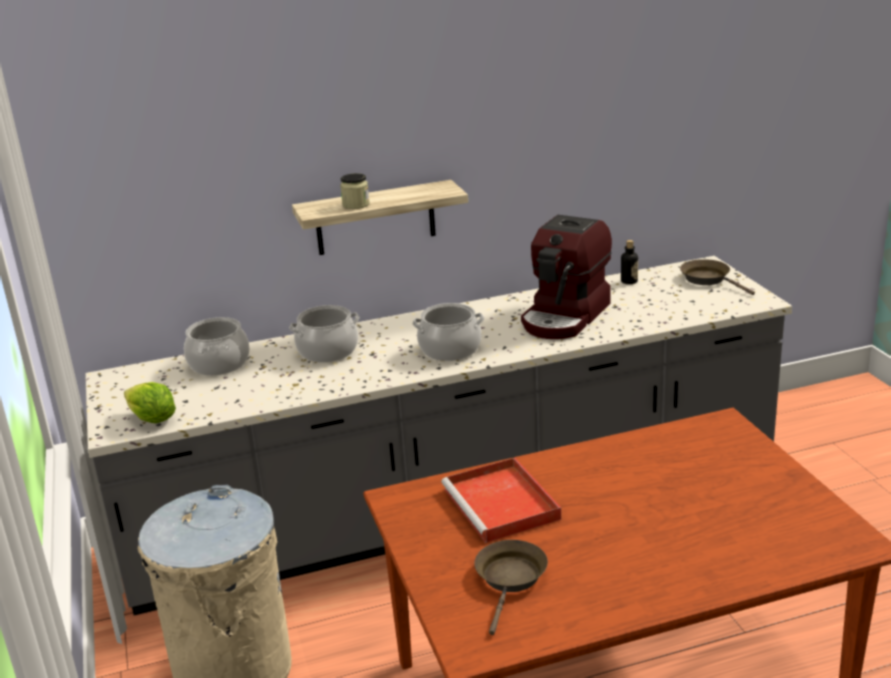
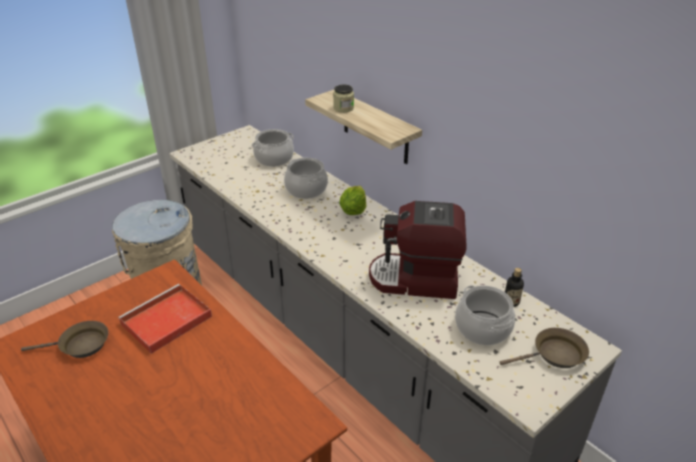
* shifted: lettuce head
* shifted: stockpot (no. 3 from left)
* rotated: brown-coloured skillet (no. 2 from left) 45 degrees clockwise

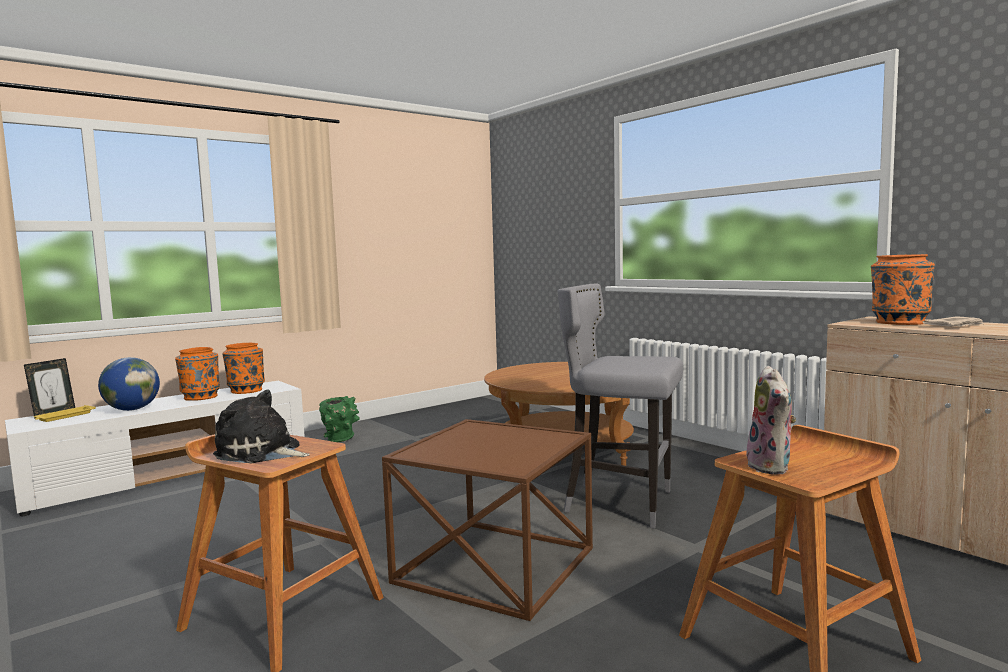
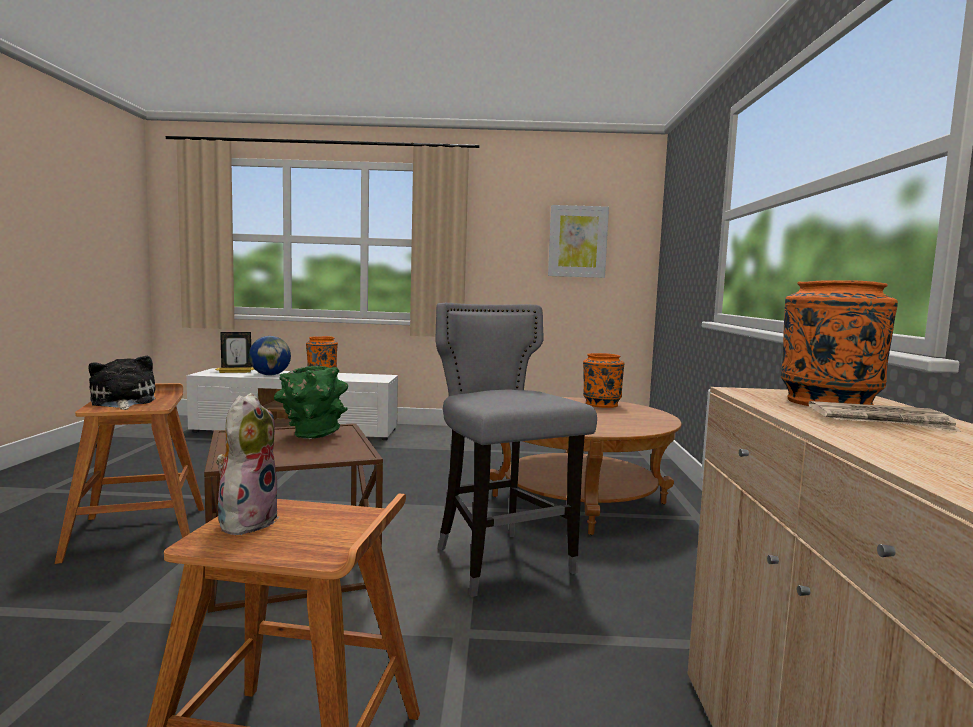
* new: wall art
* shifted: orange-coloured flower vase (no. 2 from left)
* shifted: green flower vase
* rotated: plush toy (no. 2 from left) 150 degrees clockwise

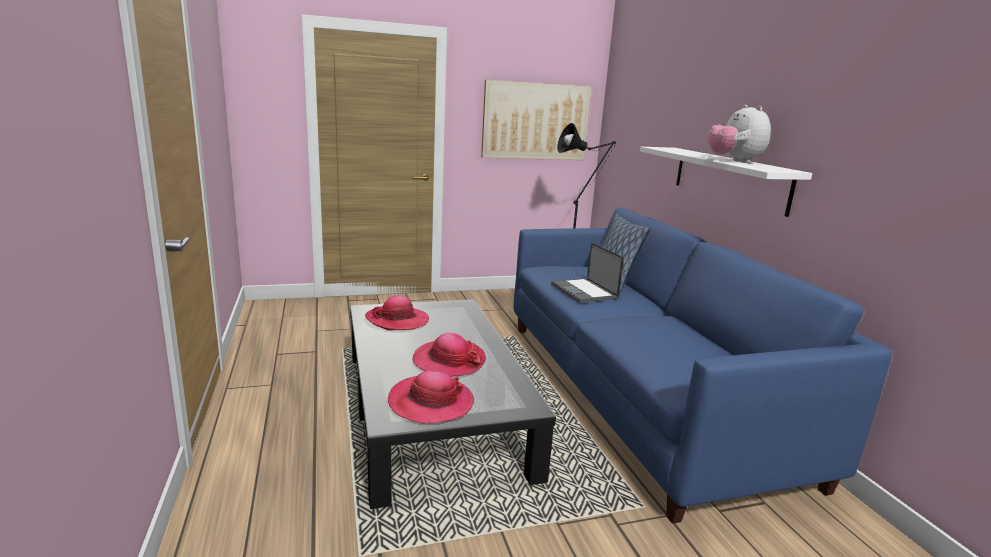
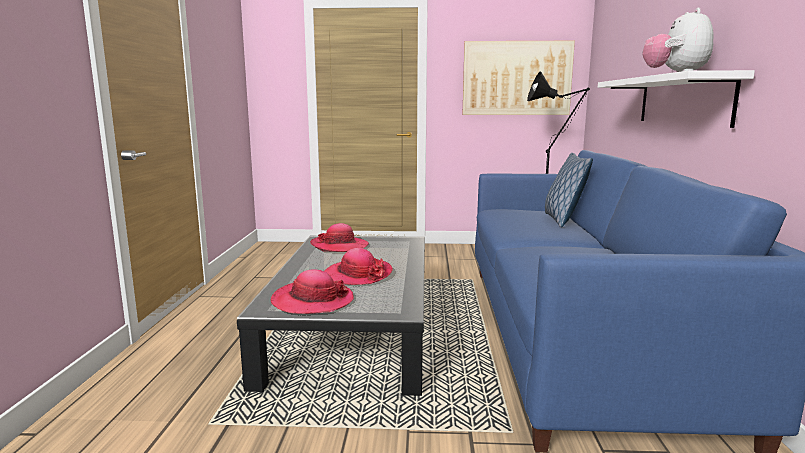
* gone: laptop

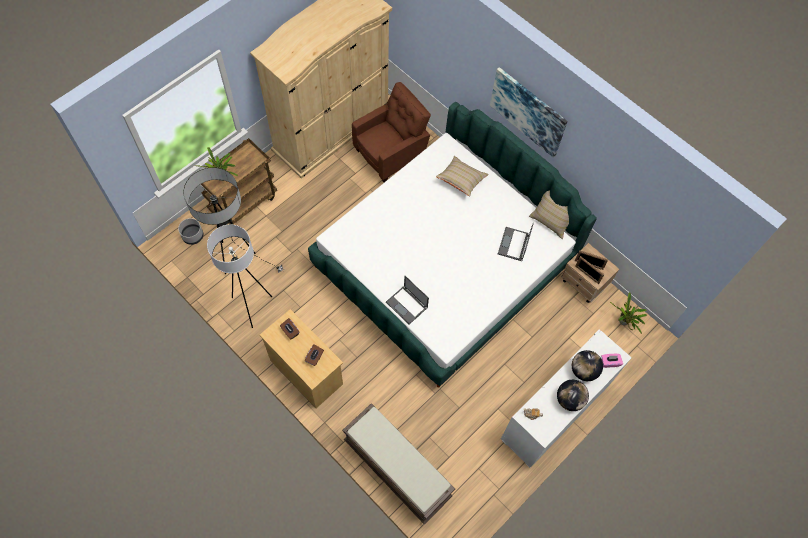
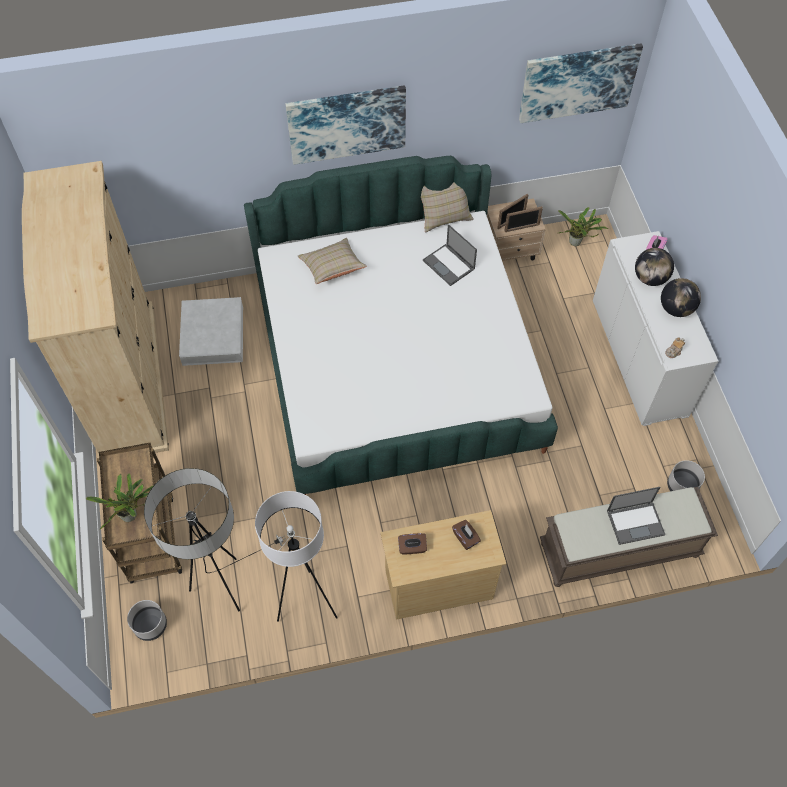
* new: wall art (no. 2 from left)
* new: grey plant pot (no. 2 from left)
* shifted: laptop (no. 1 from left in the first image) to laptop (no. 2 from left)
* swapped: brown-coloured armchair to white-coloured storage box

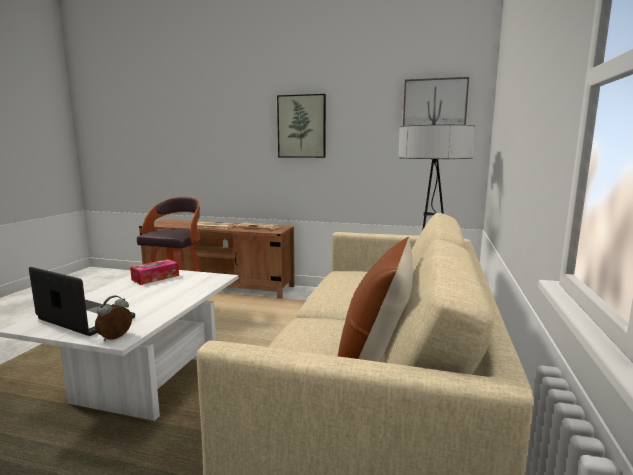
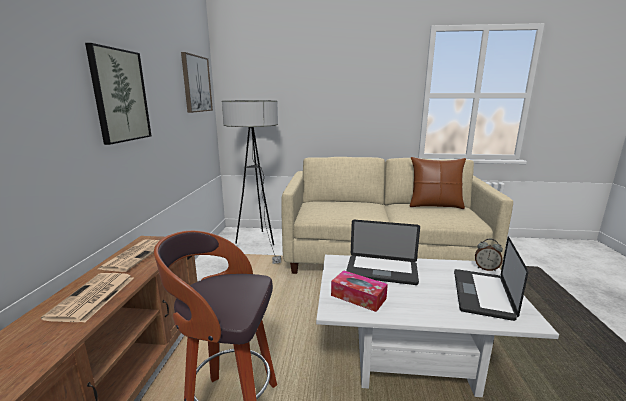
* new: laptop (no. 1 from left)

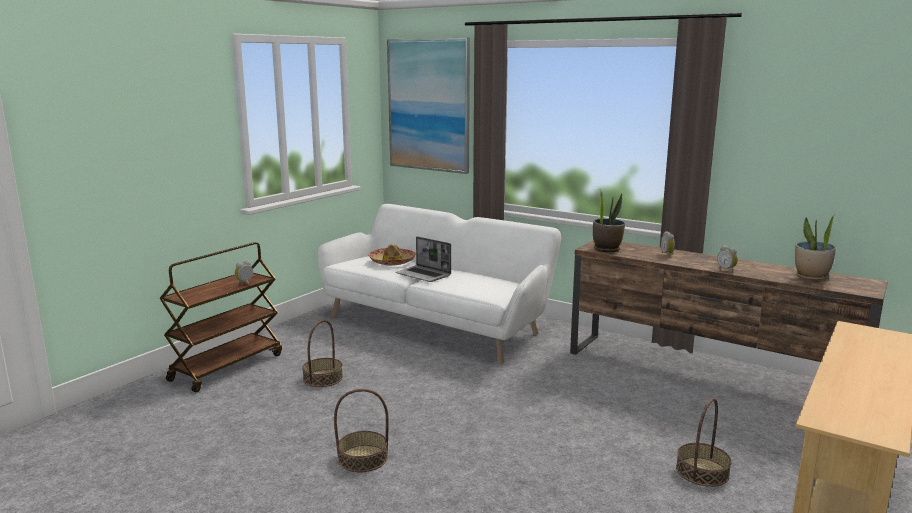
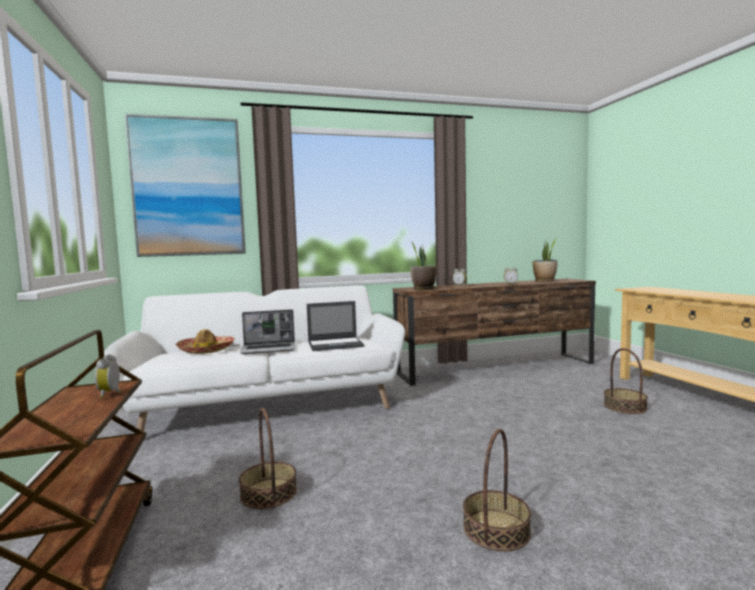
* new: laptop (no. 2 from left)

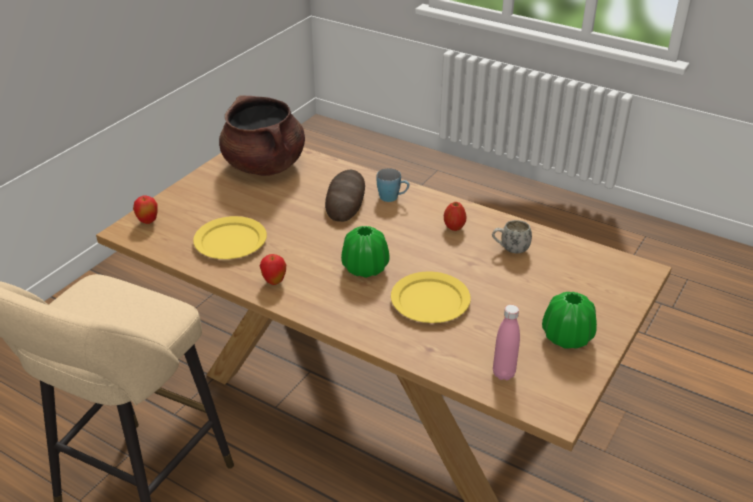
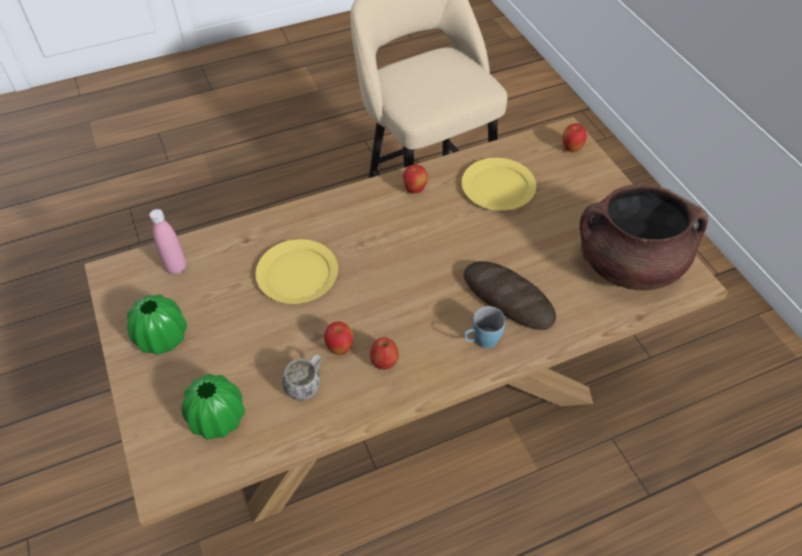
* new: apple fruit (no. 1 from left)
* shifted: green flower vase (no. 1 from left in the first image) to green flower vase (no. 2 from left)

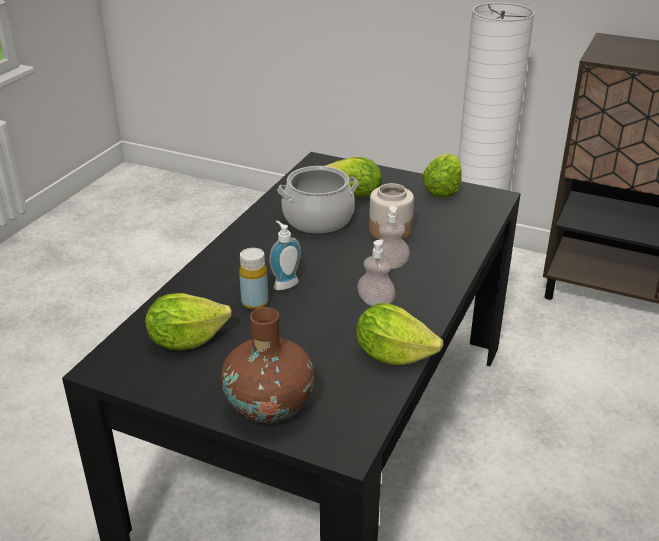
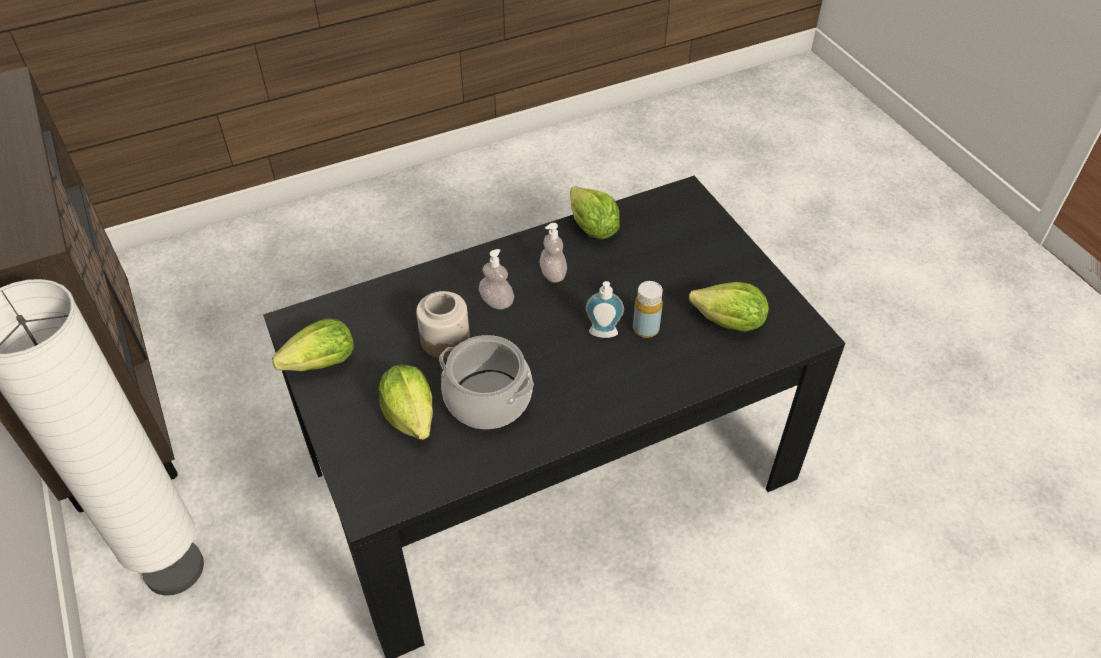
* gone: brown-coloured flower vase

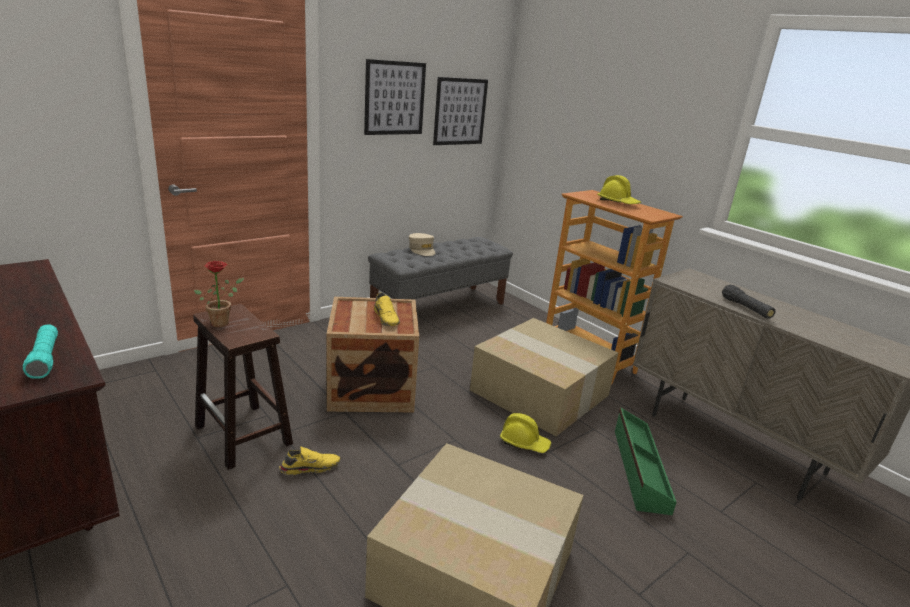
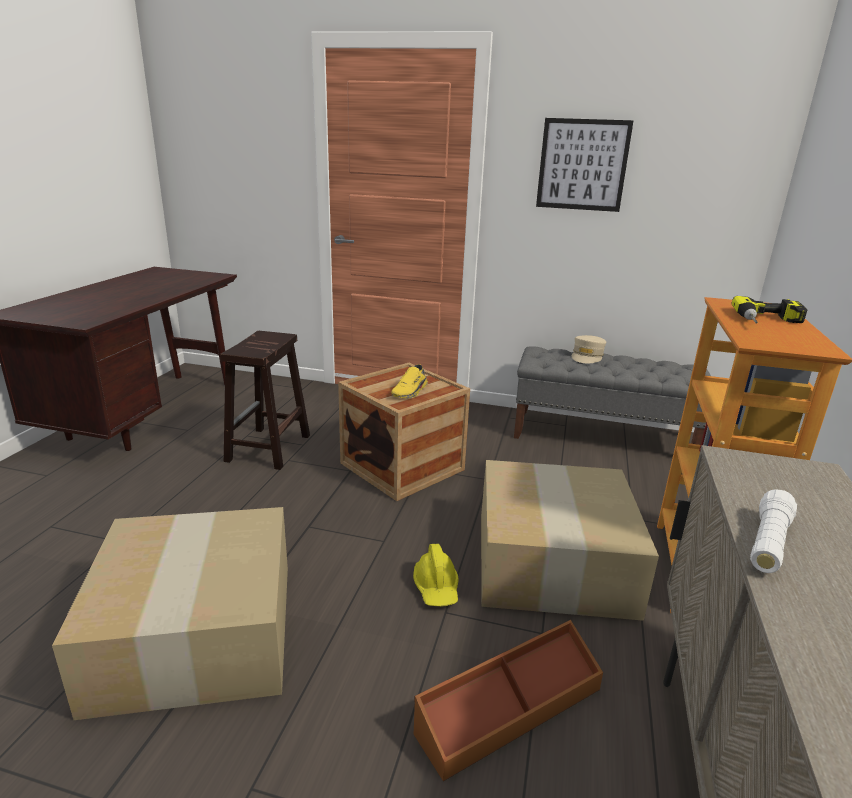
* gone: turquoise-coloured hand torch
* gone: potted plant
* gone: yellow shoe (no. 1 from left)
* gone: wall art (no. 2 from left)
* swapped: yellow hard hat (no. 2 from left) to drill
* repainted: green storage box to brown-coloured storage box
* repainted: blackish hand torch to white-coloured hand torch

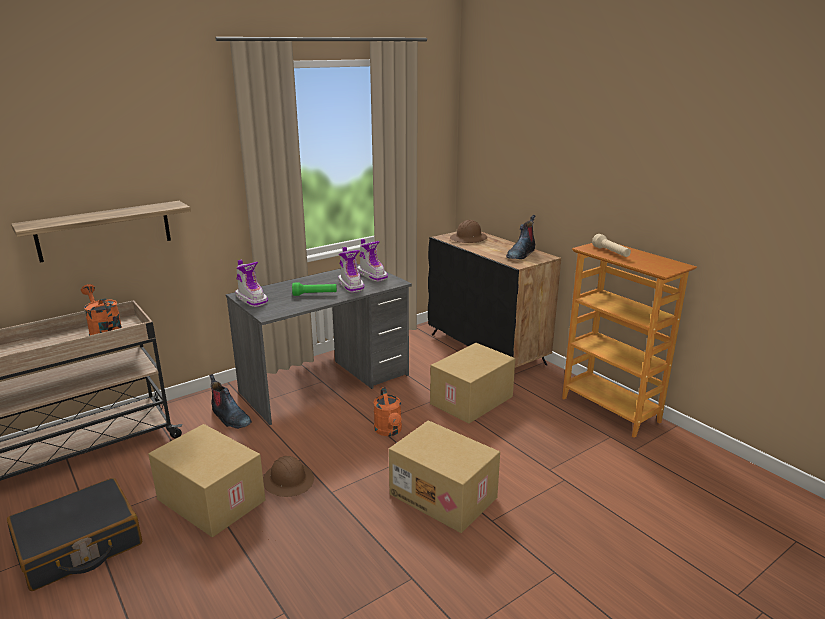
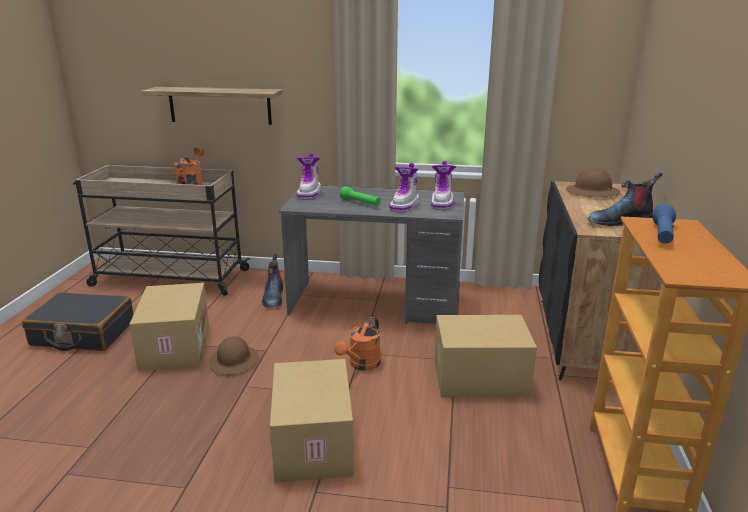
* repainted: beige hand torch to blue hand torch

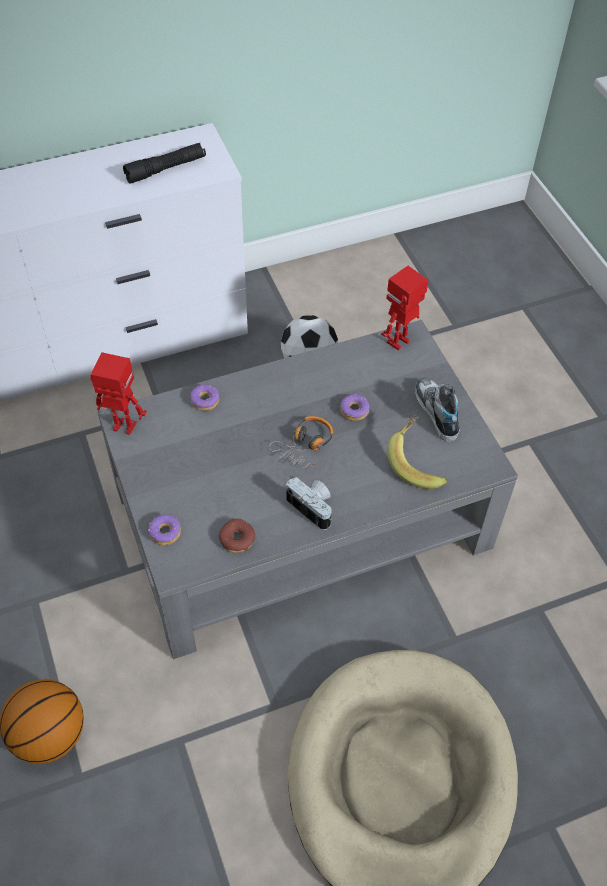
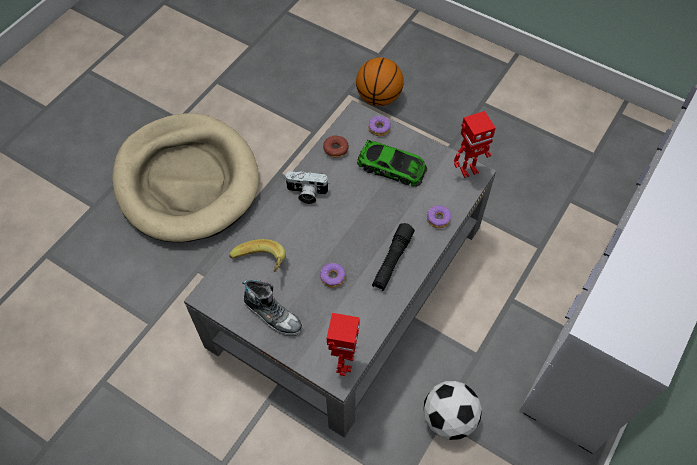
* gone: headphones
* new: miniature car
* shifted: blackish hand torch

